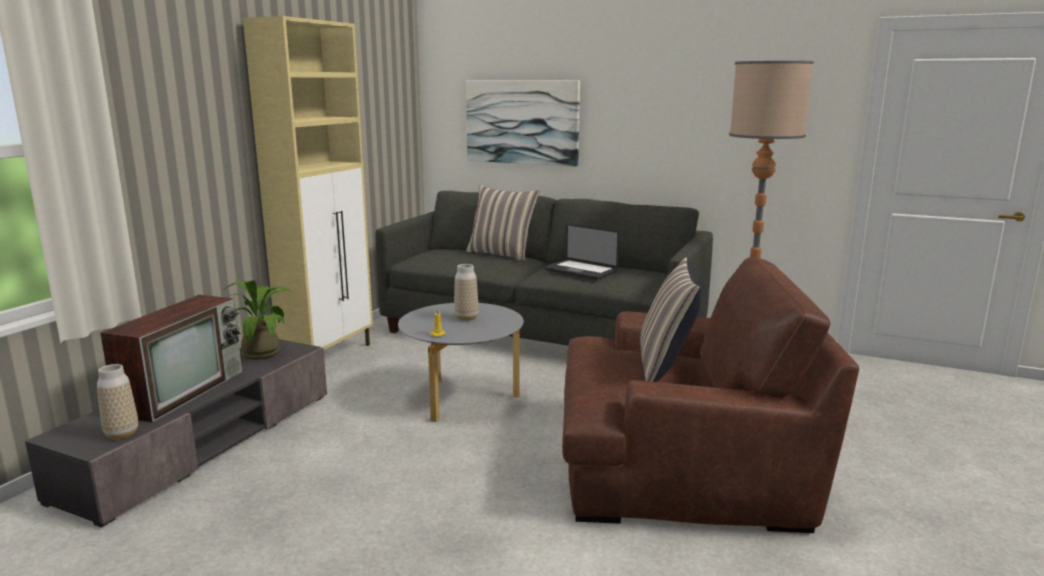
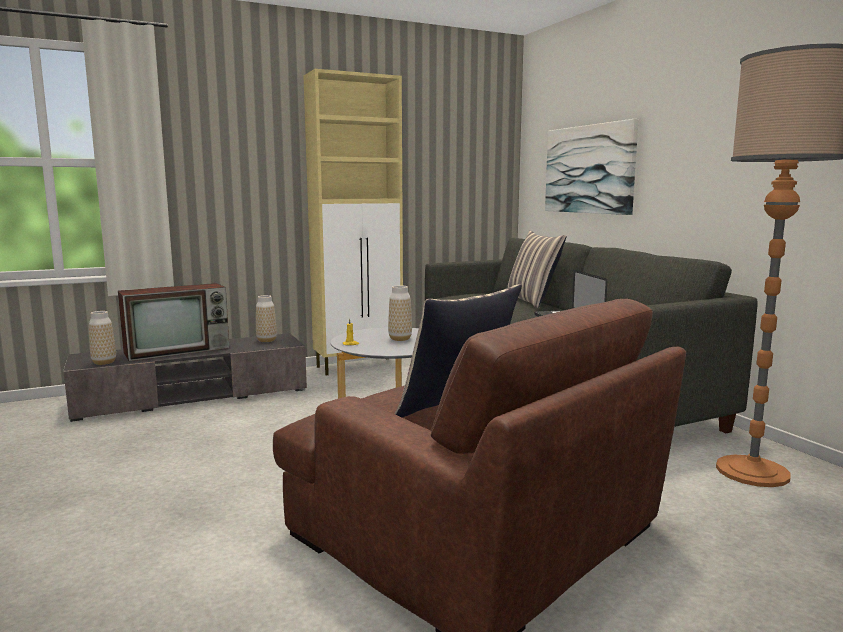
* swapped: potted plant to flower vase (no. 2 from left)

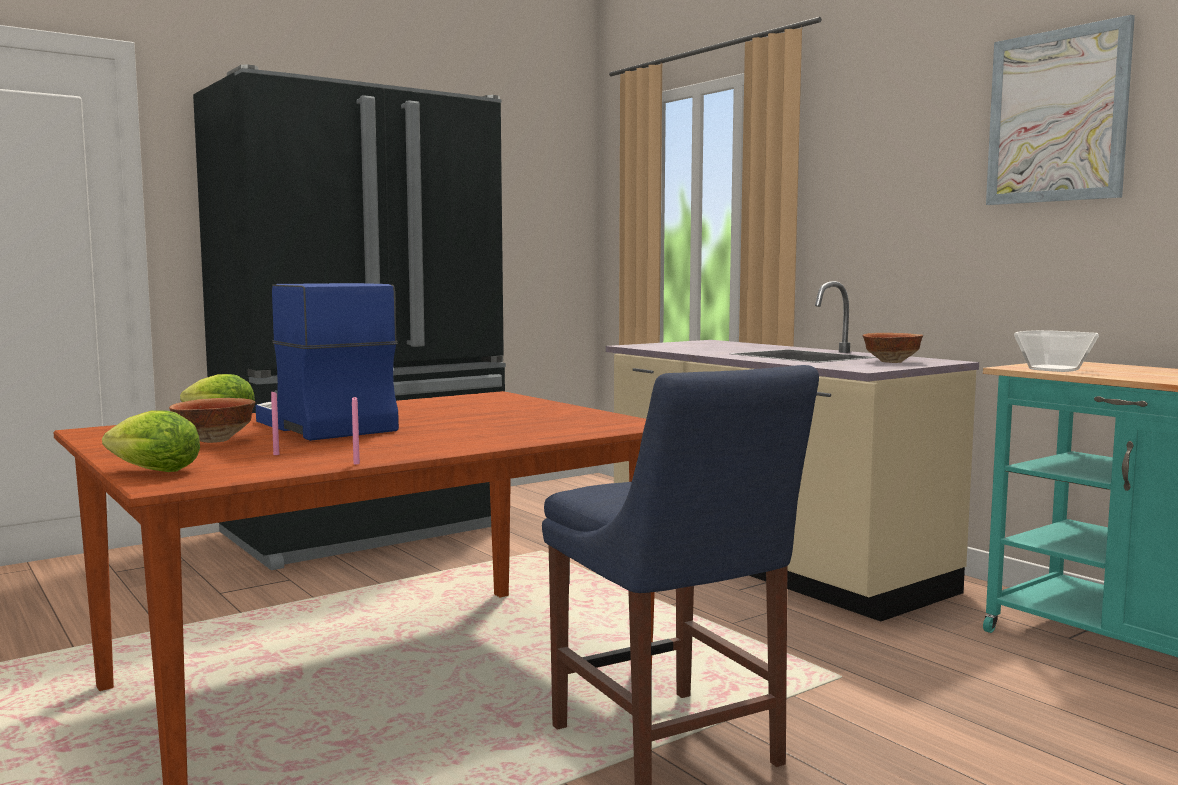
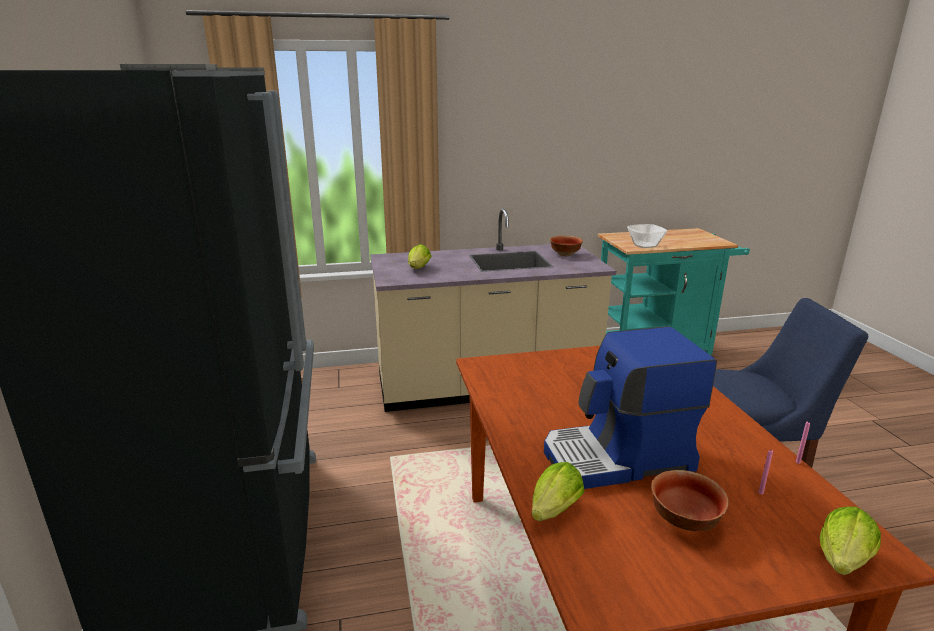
* gone: wall art
* new: lettuce head (no. 1 from left)

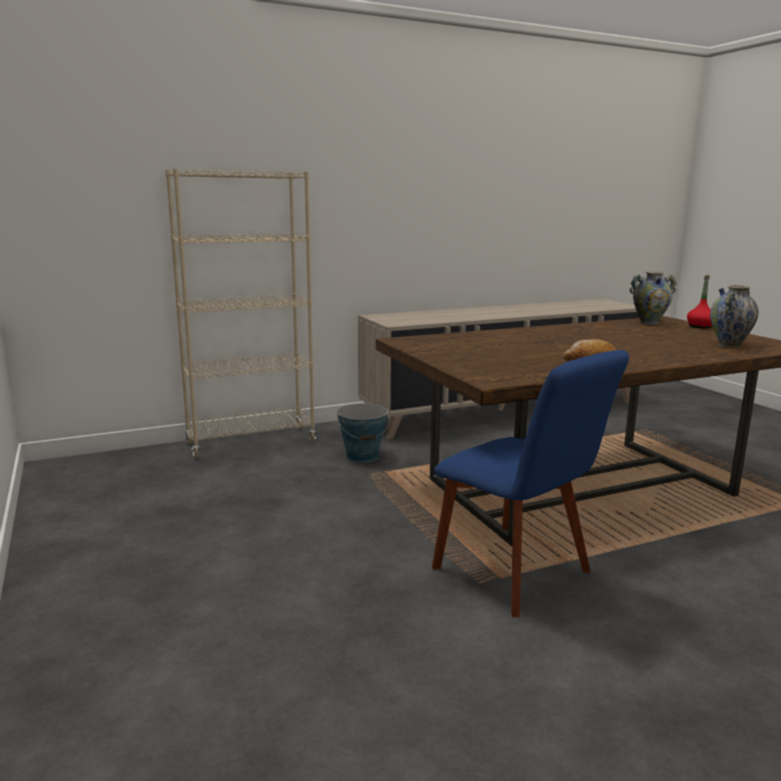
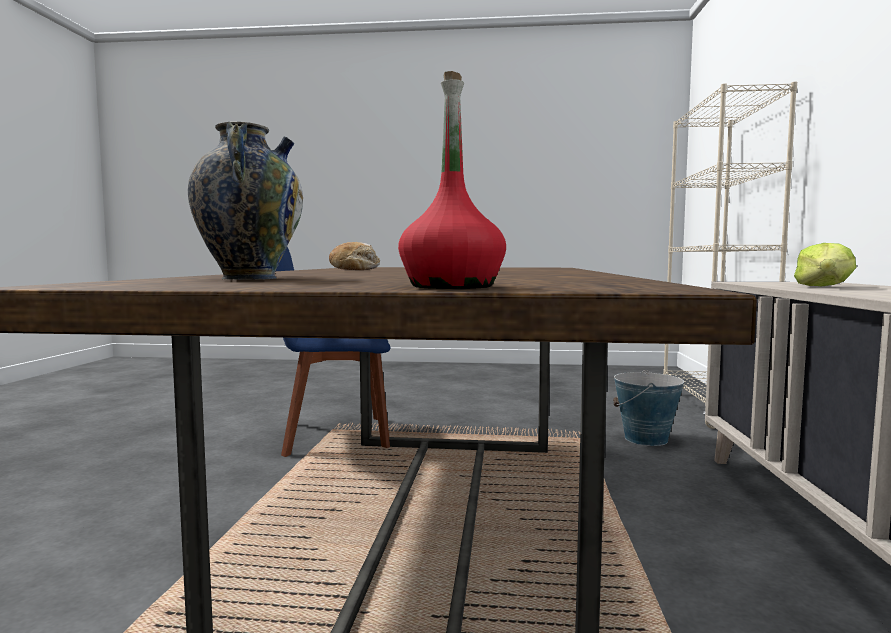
* gone: flower vase (no. 1 from left)
* new: lettuce head

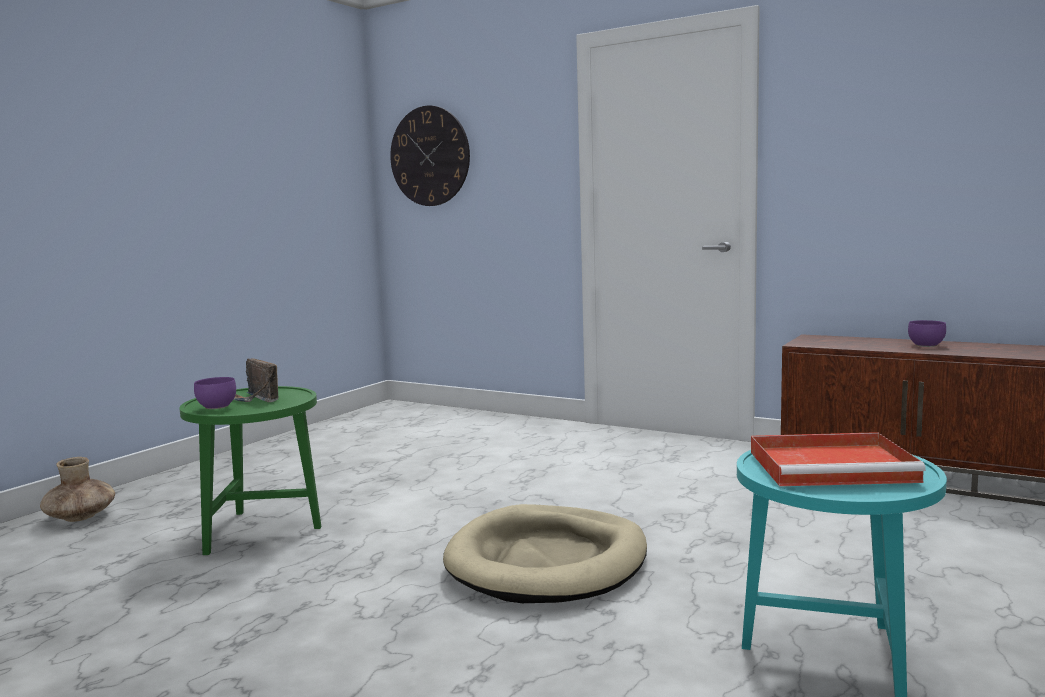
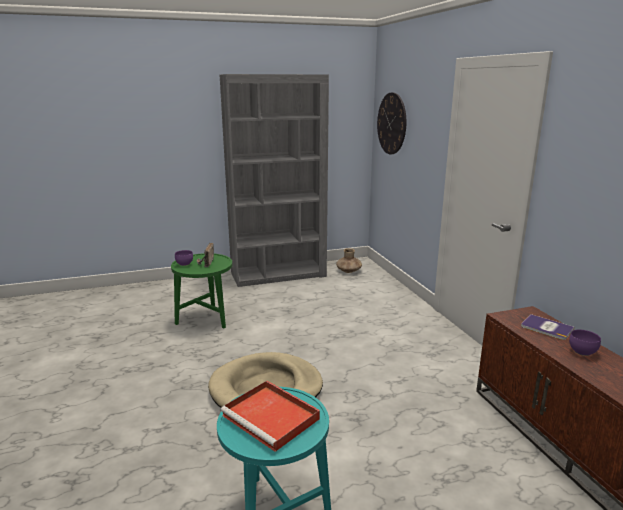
* new: grey bookshelf
* new: volume
* shifted: brown-coloured flower vase

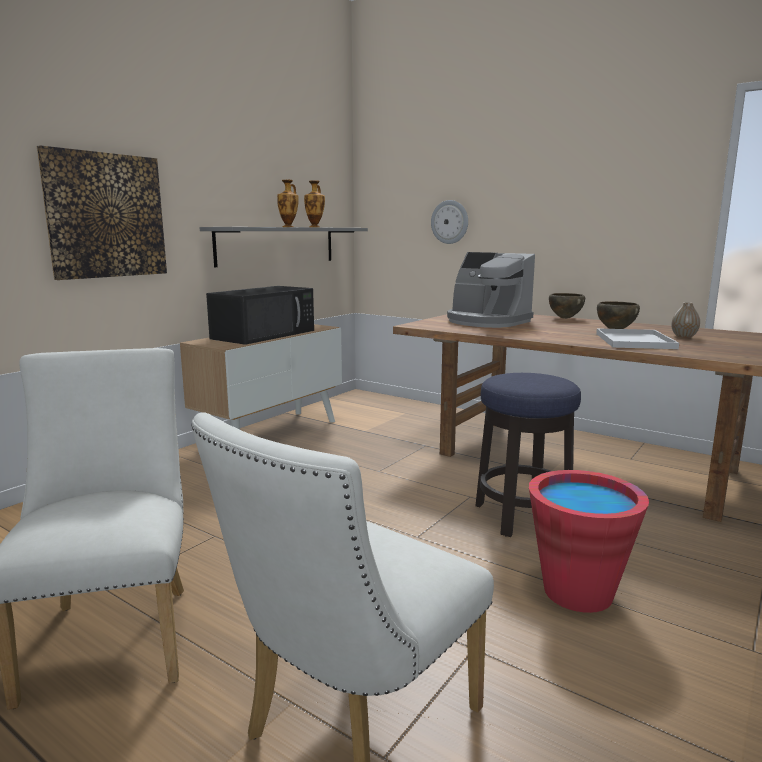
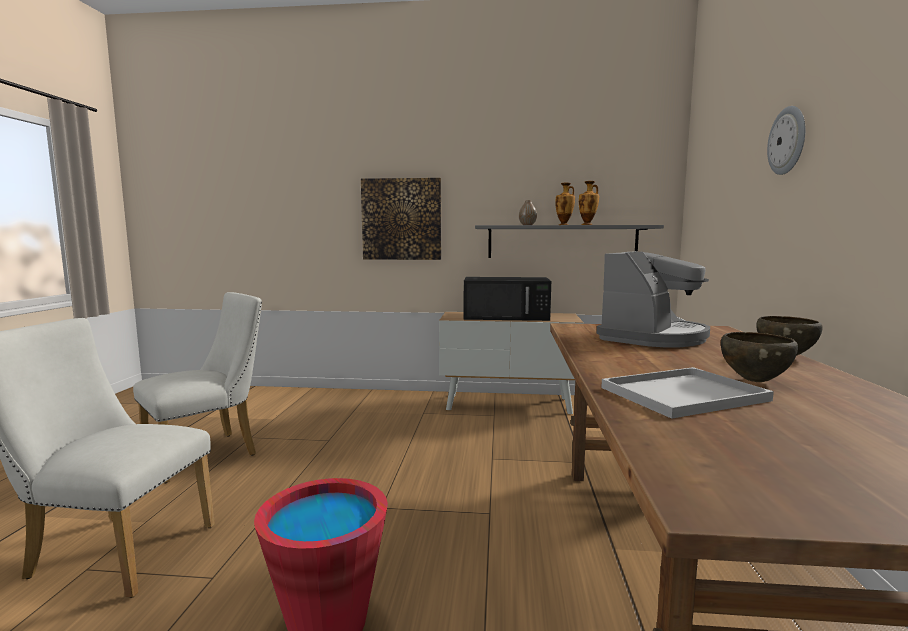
* gone: stool
* shifted: clock on the wall
* shifted: flower vase (no. 3 from left in the first image) to flower vase (no. 1 from left)
* rotated: coffee machine 150 degrees counterclockwise

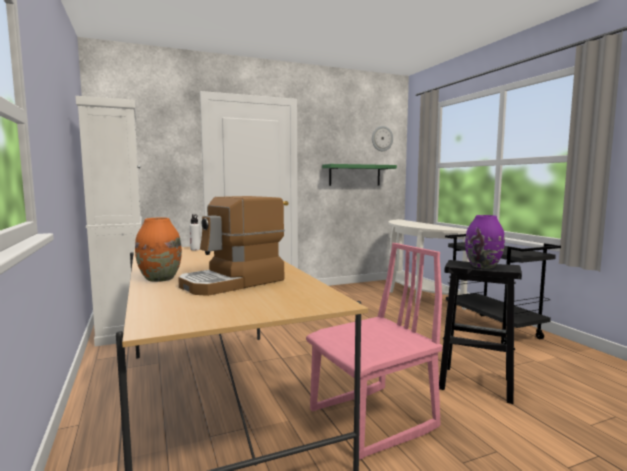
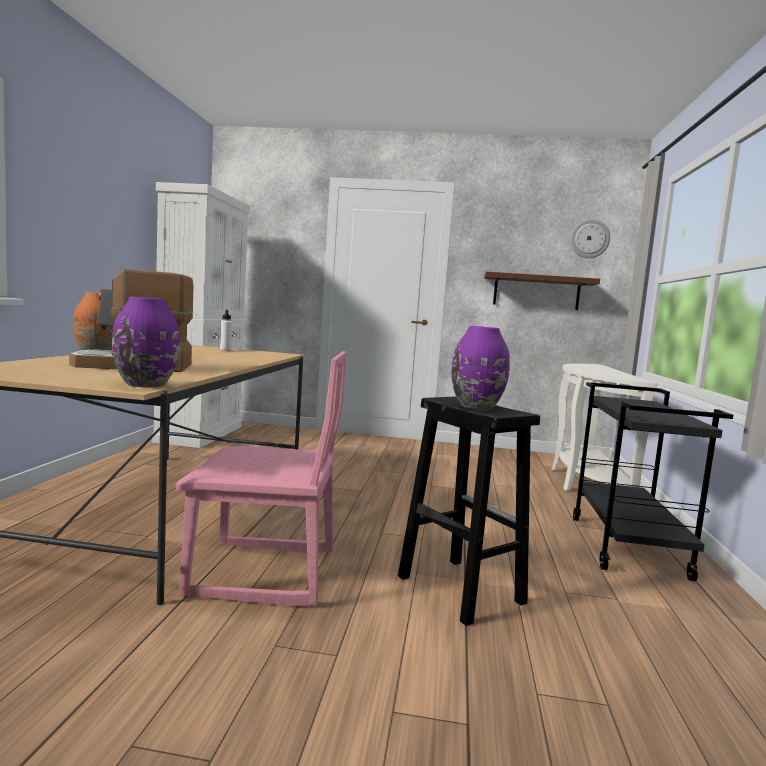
* new: purple flower vase (no. 1 from left)
* repainted: green bracket shelf to brown-coloured bracket shelf

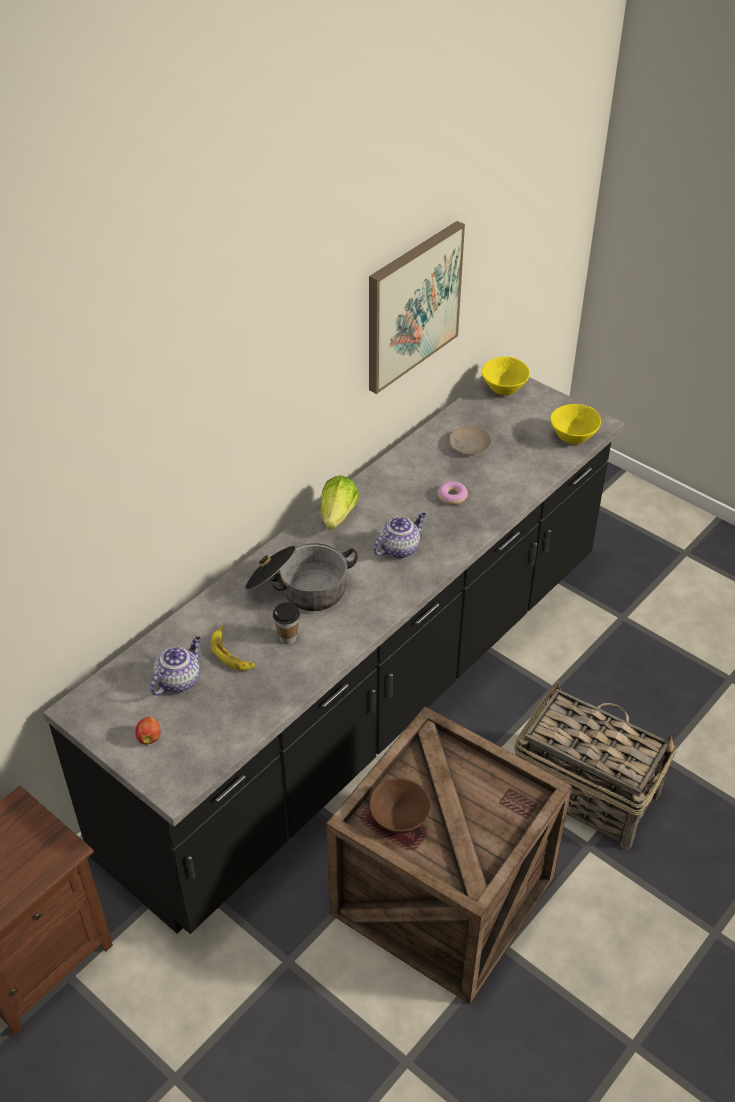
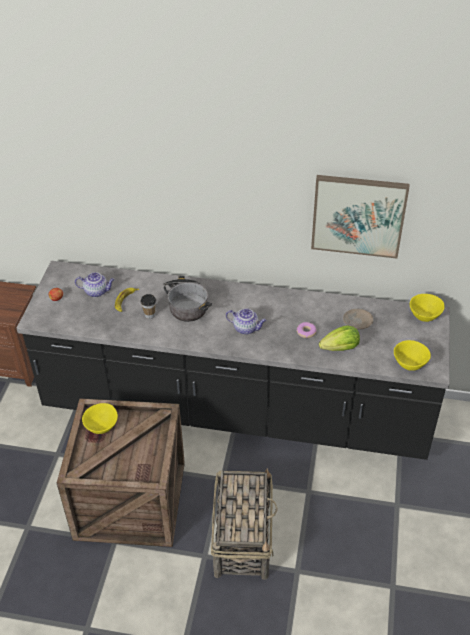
* shifted: lettuce head
* repainted: brown-coloured bowl to yellow bowl (no. 1 from left)

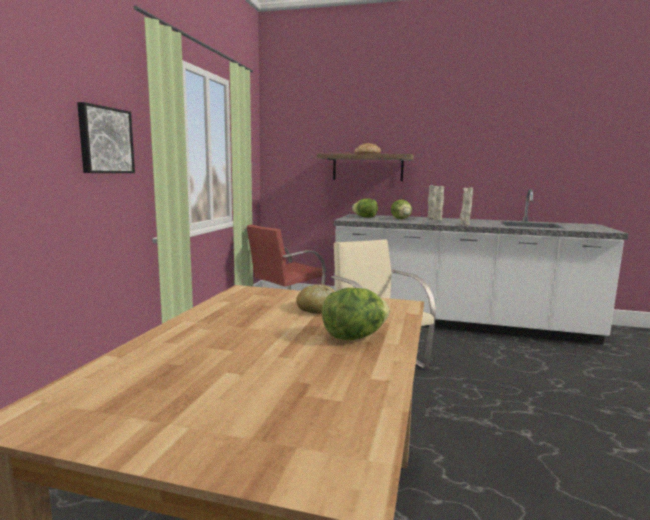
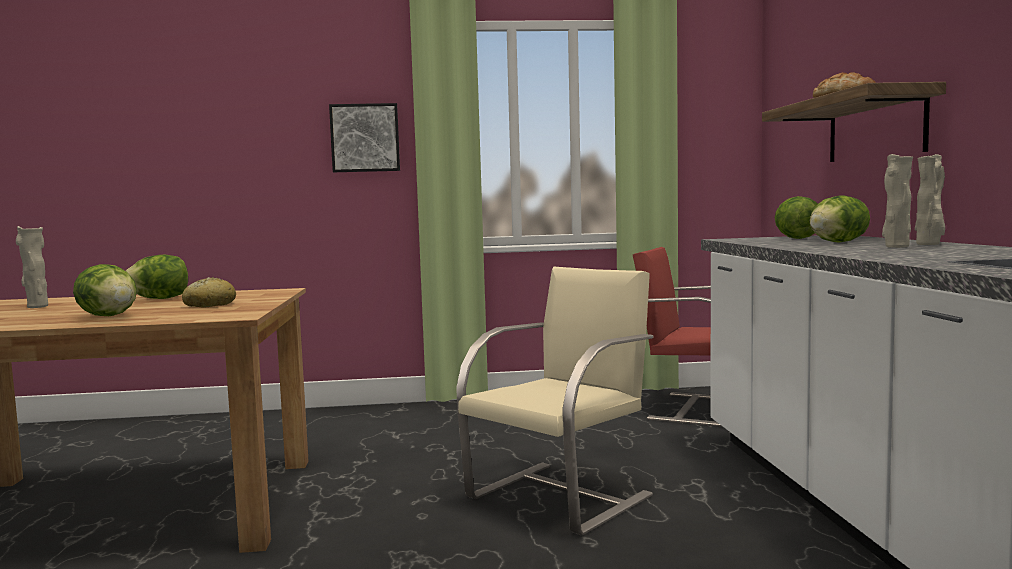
* new: lettuce head (no. 2 from left)
* shifted: beige flower vase (no. 3 from left in the first image) to beige flower vase (no. 1 from left)

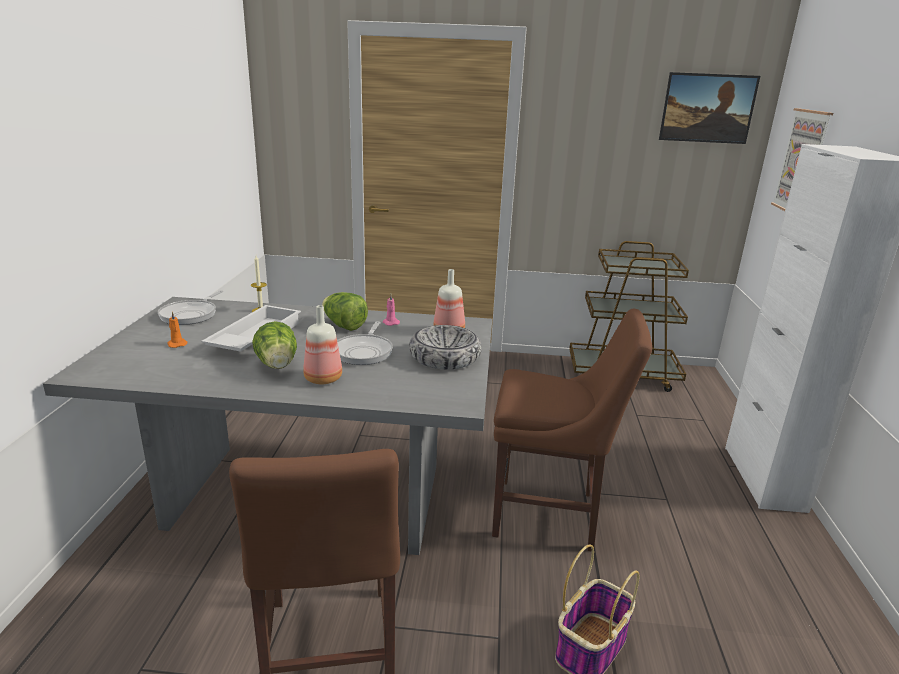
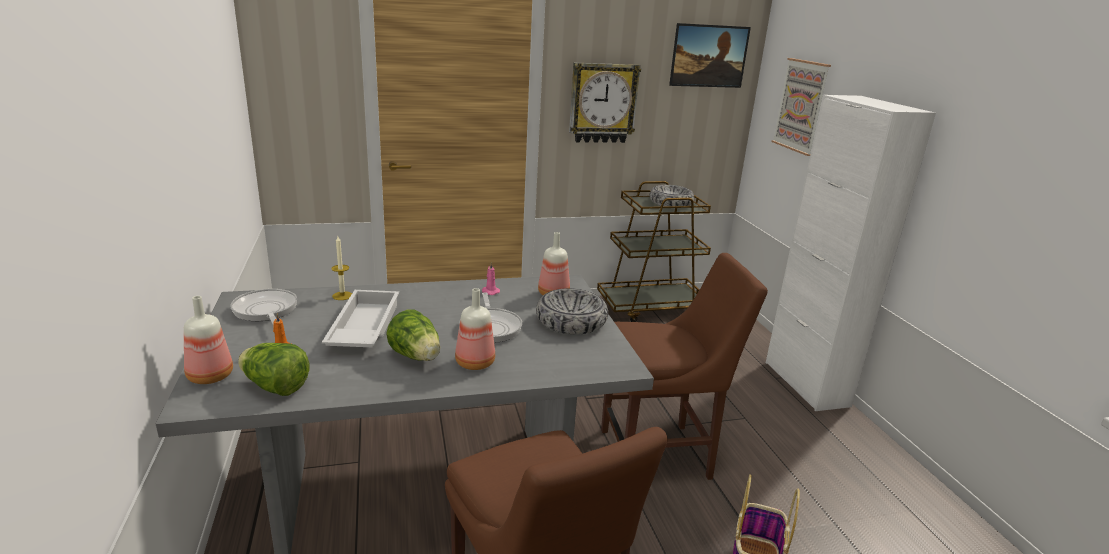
* new: bottle (no. 1 from left)
* new: clock on the wall
* new: bowl (no. 2 from left)
* shifted: lettuce head (no. 2 from left in the first image) to lettuce head (no. 1 from left)
* rotated: skillet (no. 1 from left) 150 degrees clockwise

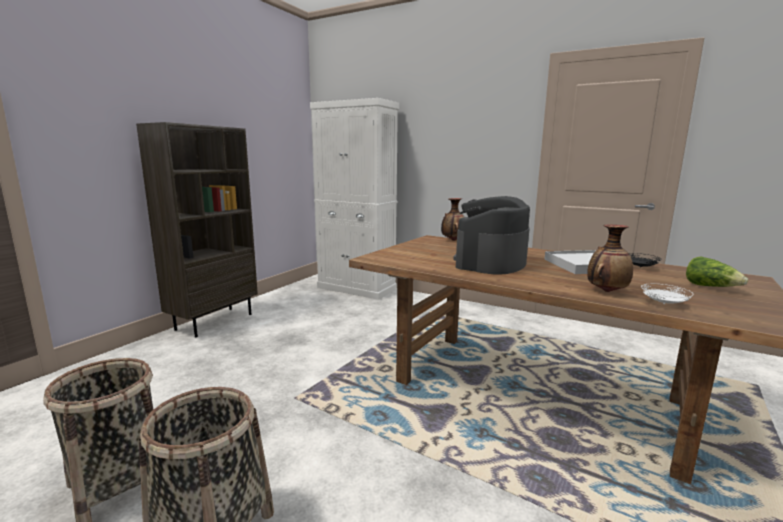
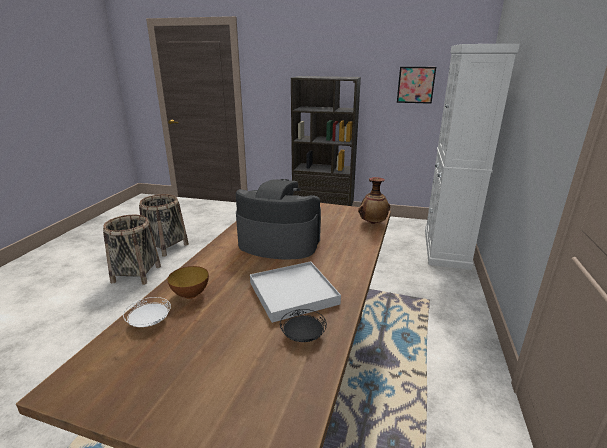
* gone: lettuce head
* new: wall art
* swapped: flower vase (no. 2 from left) to bowl

